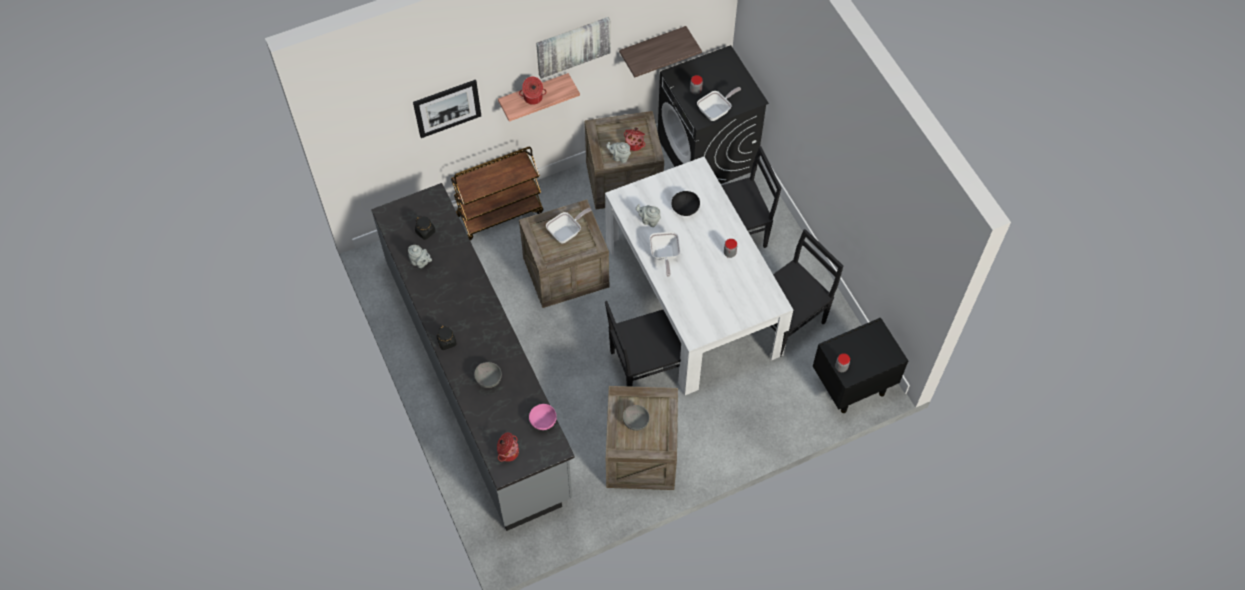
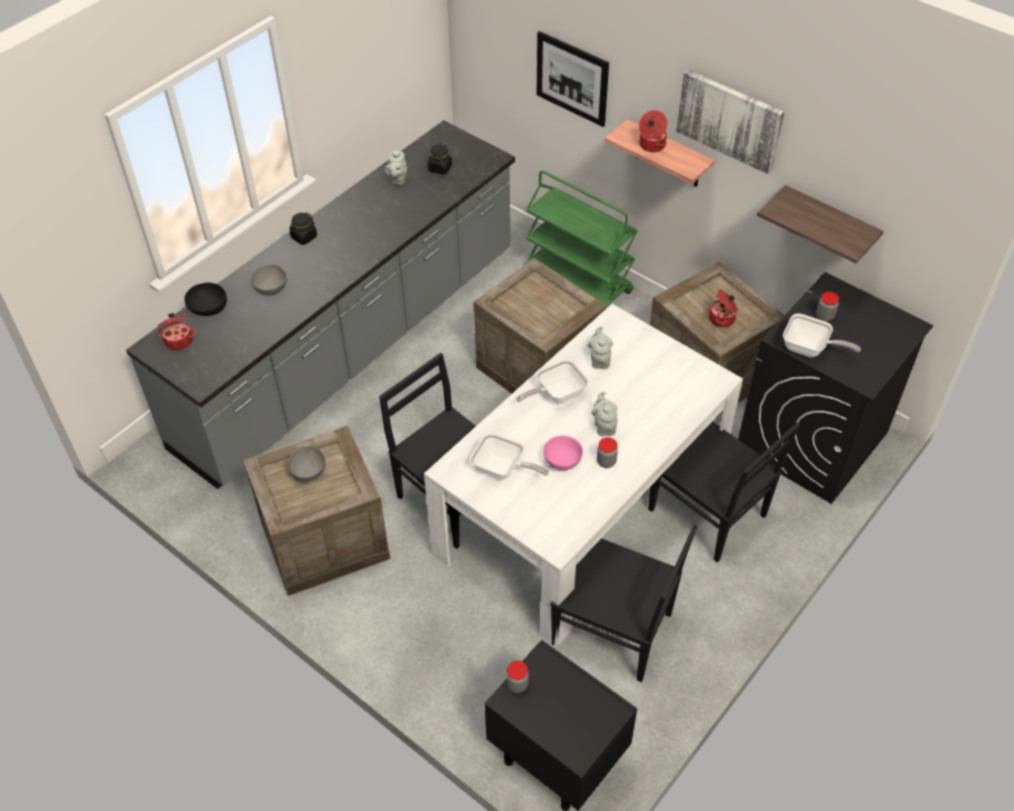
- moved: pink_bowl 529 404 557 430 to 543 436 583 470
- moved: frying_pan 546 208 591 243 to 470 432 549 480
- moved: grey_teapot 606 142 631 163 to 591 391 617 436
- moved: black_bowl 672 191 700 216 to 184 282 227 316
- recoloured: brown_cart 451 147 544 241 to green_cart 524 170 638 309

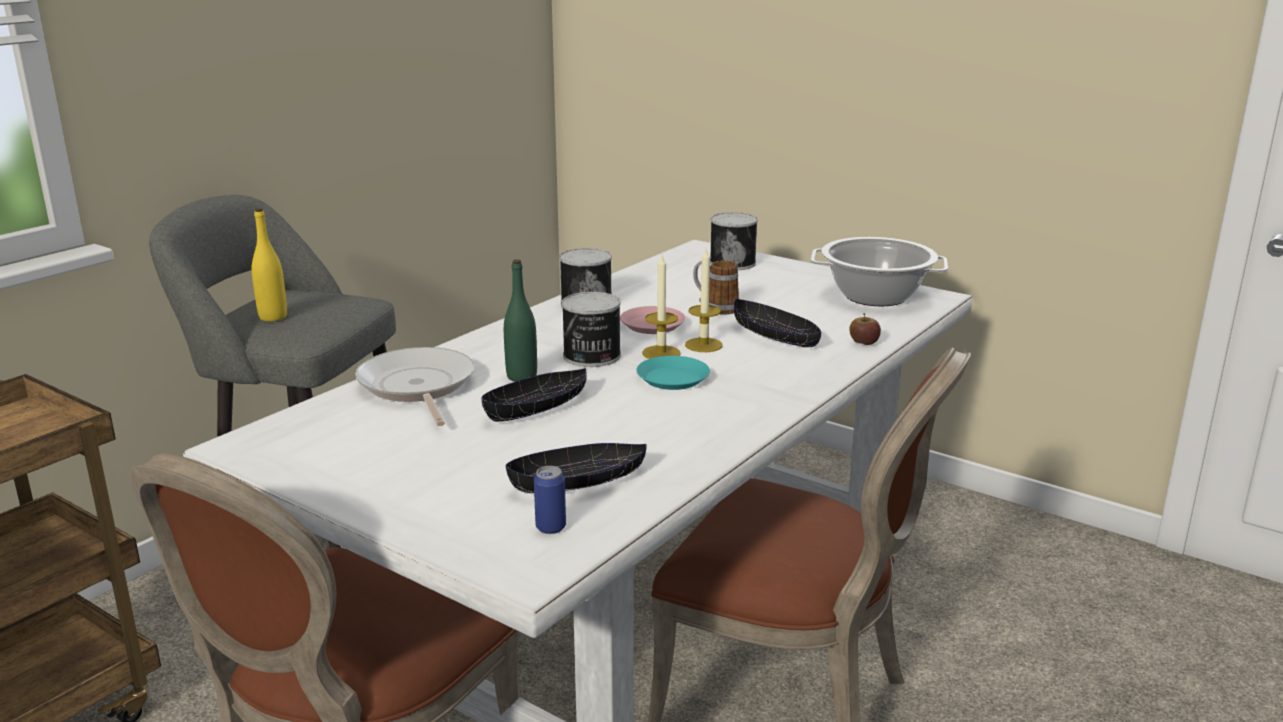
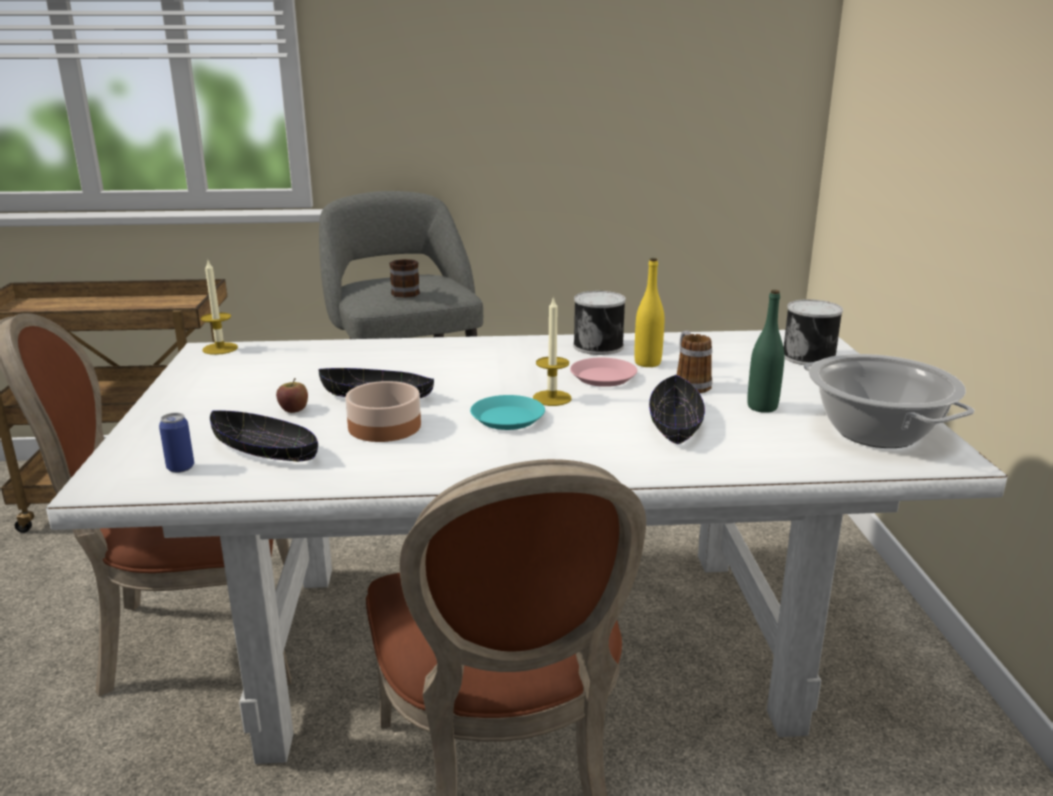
- removed: frying_pan 355 347 474 426
- removed: can 562 292 621 367
- added: bowl 345 381 421 442
- added: mug 389 259 420 298
- moved: yellow_bottle 251 208 287 321 to 634 258 664 367
- moved: green_bottle 504 259 537 382 to 748 290 785 413
- moved: candle 685 249 723 352 to 200 261 238 355
- moved: apple 849 313 881 345 to 276 378 308 413

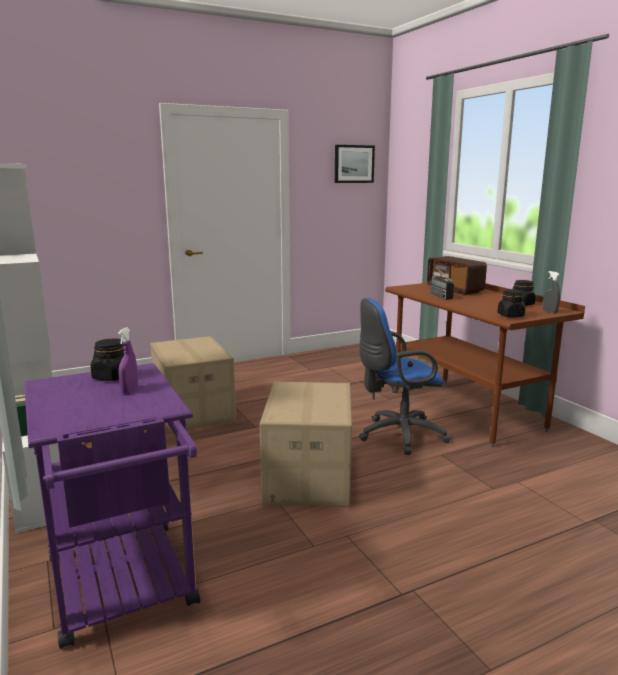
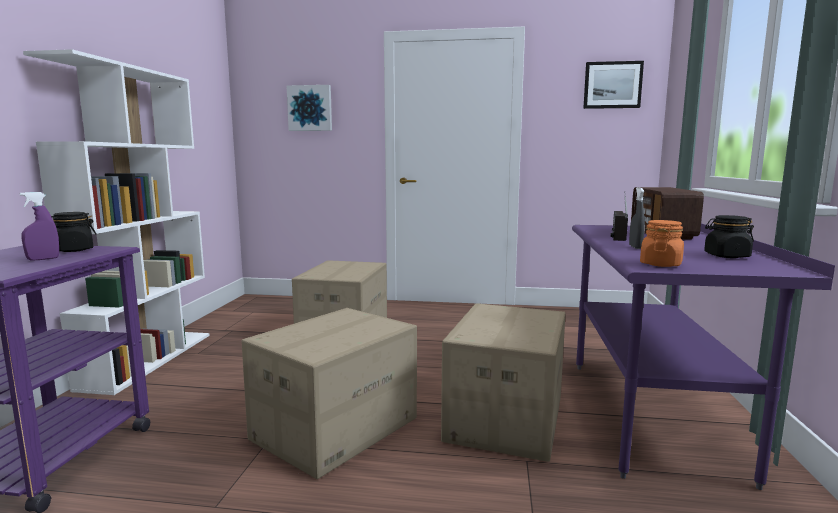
- added: picture 287 85 332 131
- moved: grey_spray_bottle 543 271 560 313 to 629 187 645 249
- replaced: blue_office_chair 359 298 451 455 to cardboard_box 441 303 566 462
- recoloured: brown_desk 385 283 585 447 to purple_desk 572 223 835 490
- recoloured: black_jar 498 289 526 318 to orange_jar 640 220 684 267

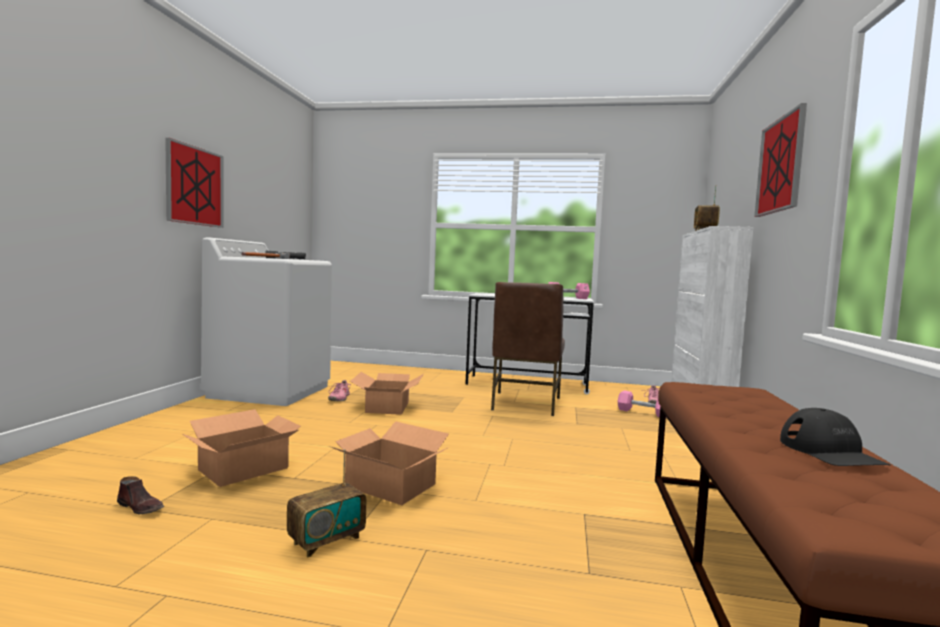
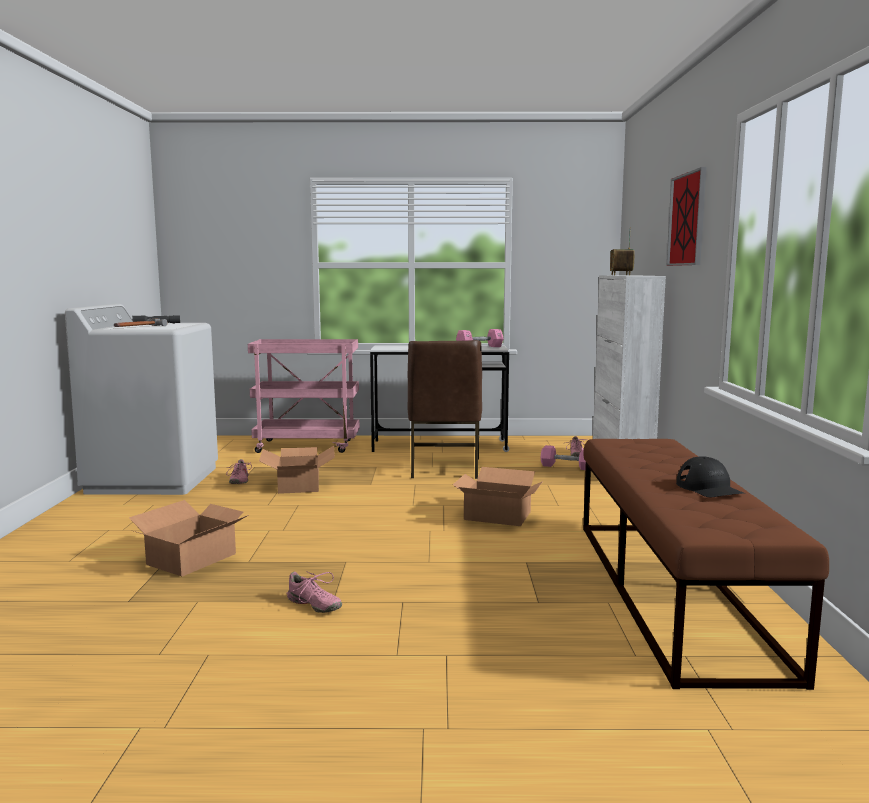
- removed: brown_shoe 117 476 164 514
- removed: picture 165 138 224 228
- added: pink_cart 248 339 360 453
- moved: cardboard_box 329 421 449 505 to 453 467 543 526
- replaced: radio 287 449 366 558 to pink_shoe 286 571 342 613

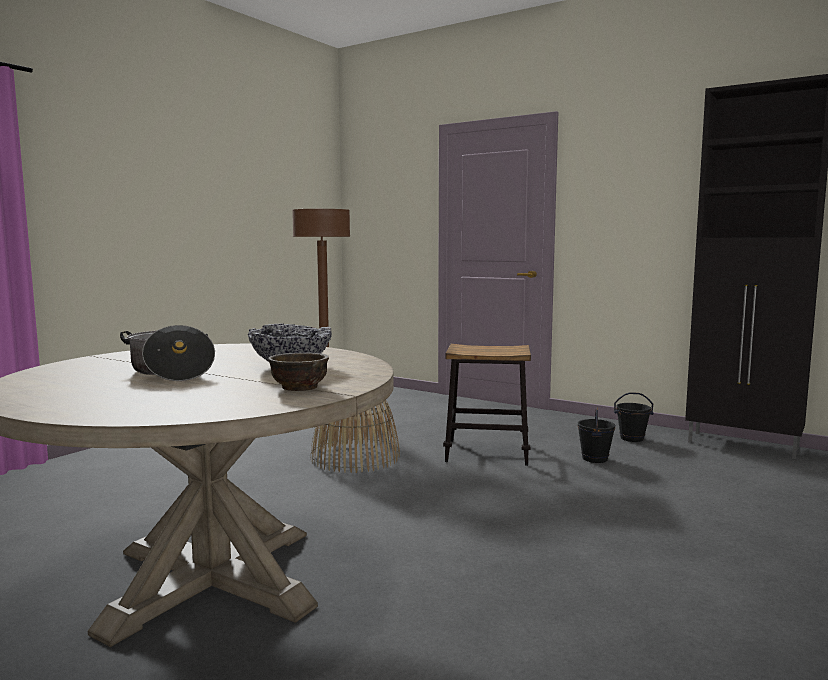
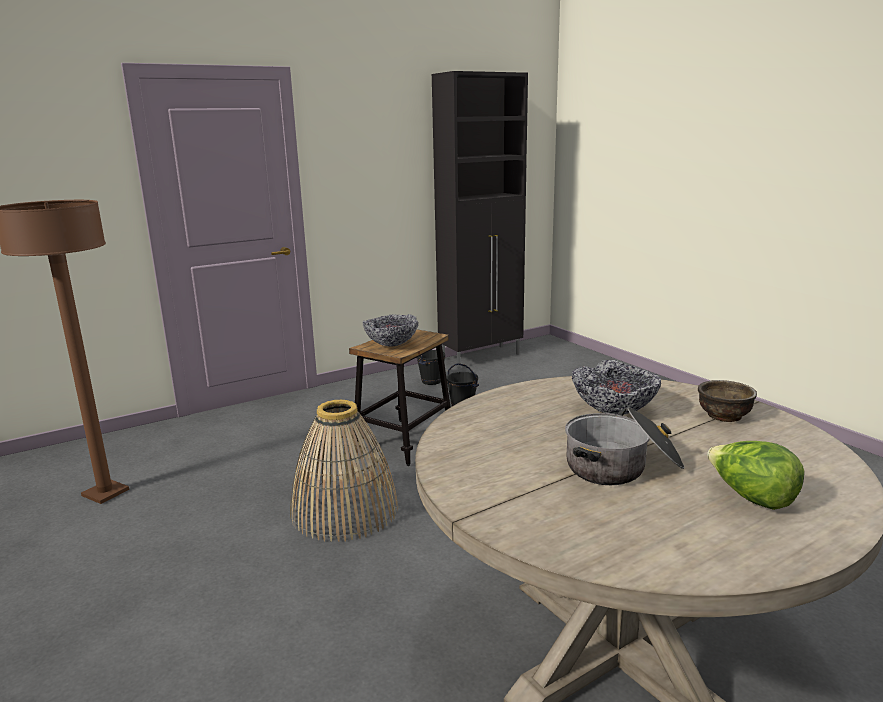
- added: bowl 363 314 419 346
- added: lettuce 707 441 804 510

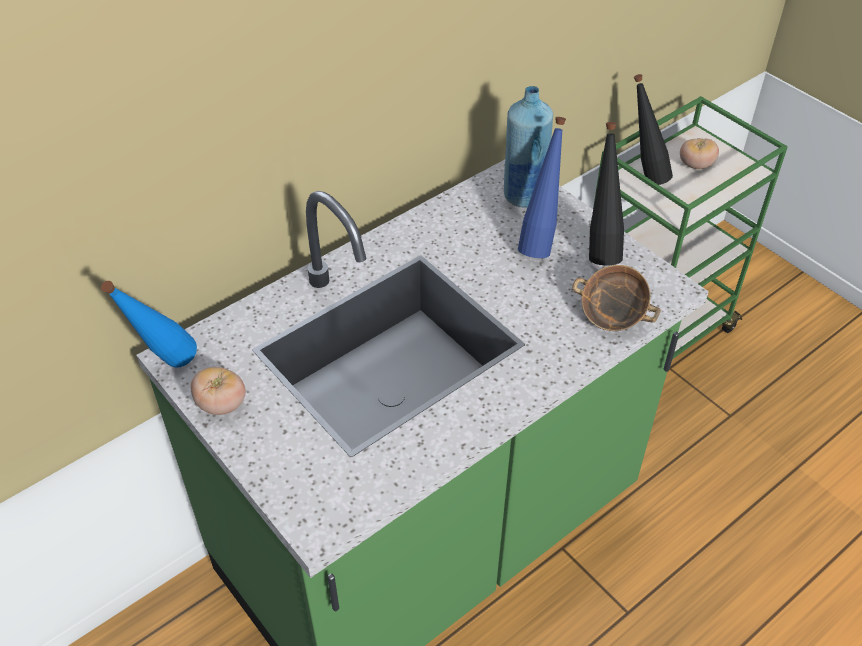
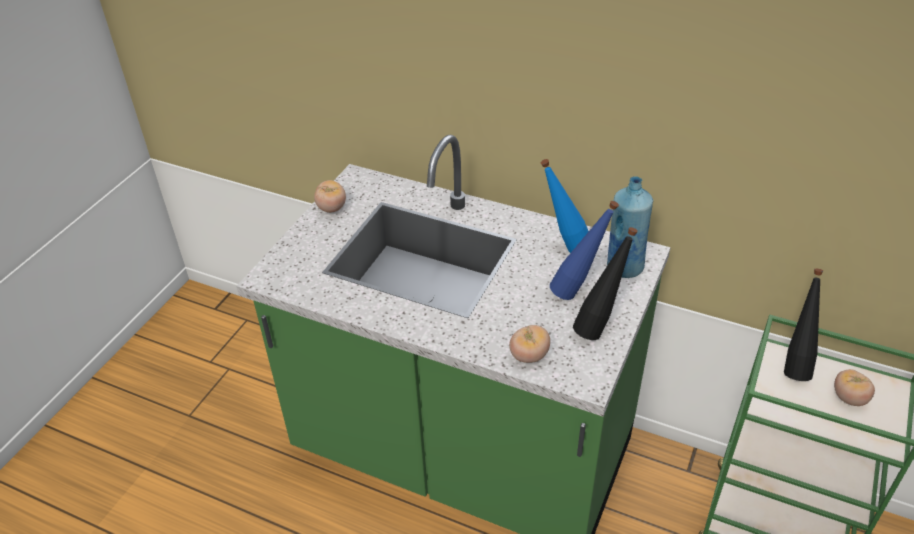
- moved: blue_bottle 101 281 197 367 to 541 159 589 253
- replaced: bowl 572 265 661 331 to tomato 509 325 550 363

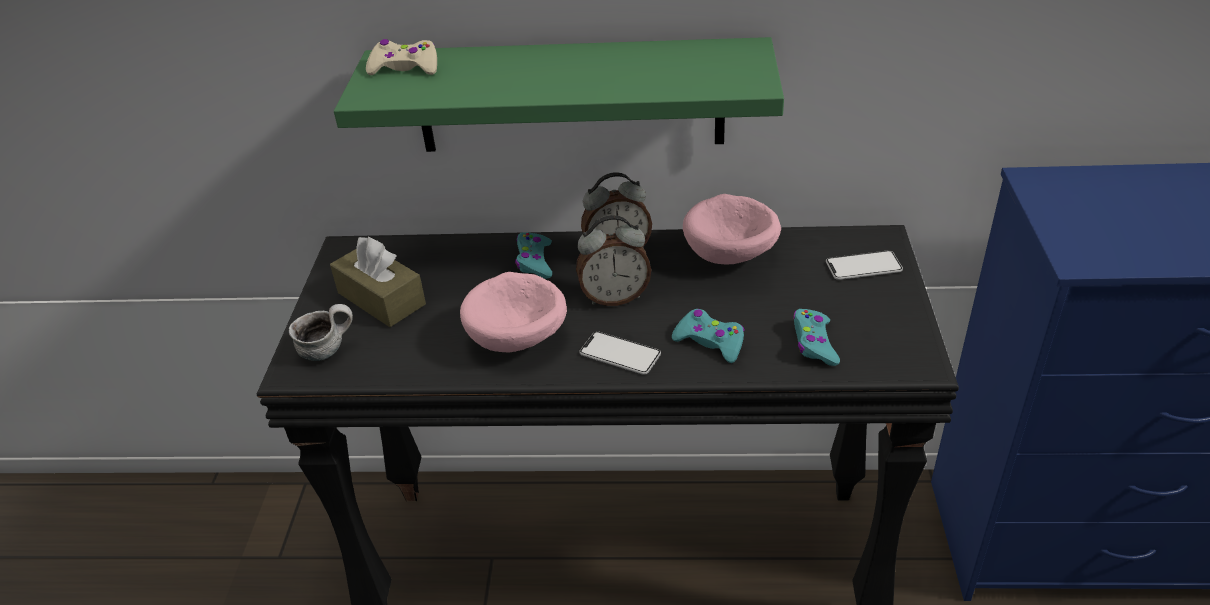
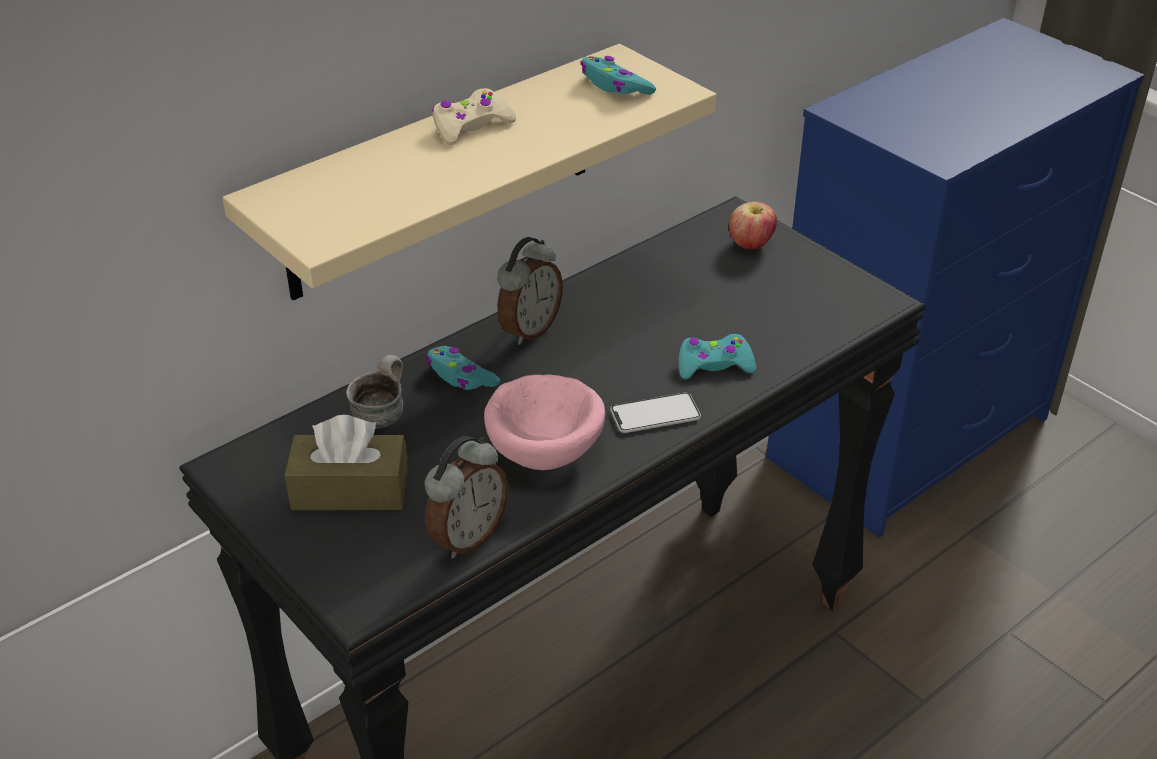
- removed: pink_bowl 683 194 781 264
- moved: mug 289 304 353 361 to 346 355 403 429
- moved: beige_game_controller 366 39 437 75 to 432 88 516 145
- moved: alarm_clock 576 215 651 306 to 425 436 508 559
- moved: turquoise_game_controller 793 309 840 366 to 580 56 656 95
- replaced: phone 826 250 903 280 to apple 729 202 777 249
- recoloured: green_shelf 334 37 784 152 to beige_shelf 222 44 716 301

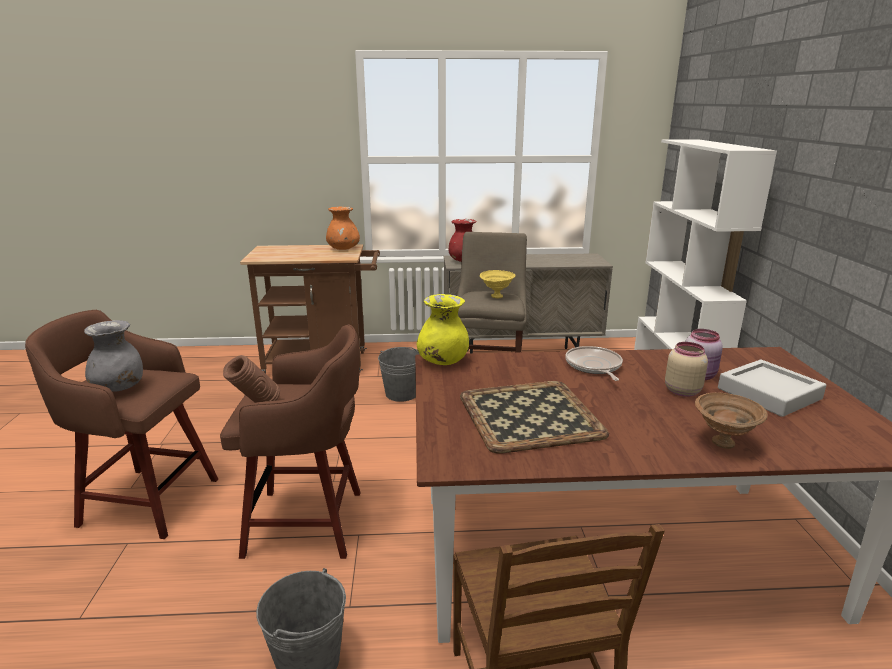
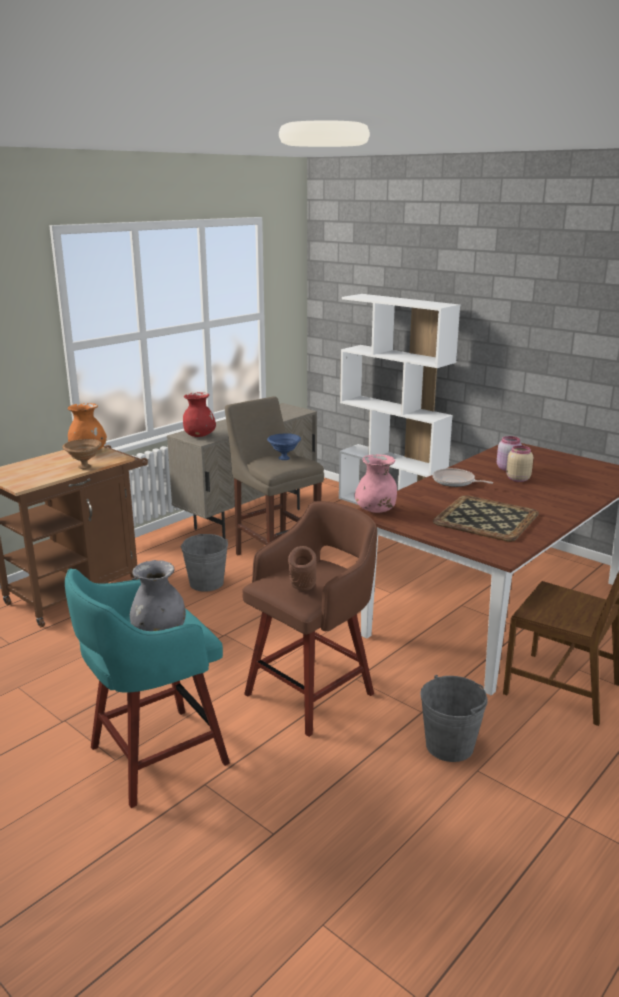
- removed: grey_tray 718 359 826 417
- moved: brown_bowl 695 392 768 449 to 62 439 102 469
- recoloured: brown_stool 25 310 218 539 to turquoise_stool 65 569 230 808
- recoloured: yellow_vase 417 294 469 365 to pink_vase 354 454 397 513
- recoloured: yellow_bowl 480 270 516 298 to blue_bowl 267 433 301 460

